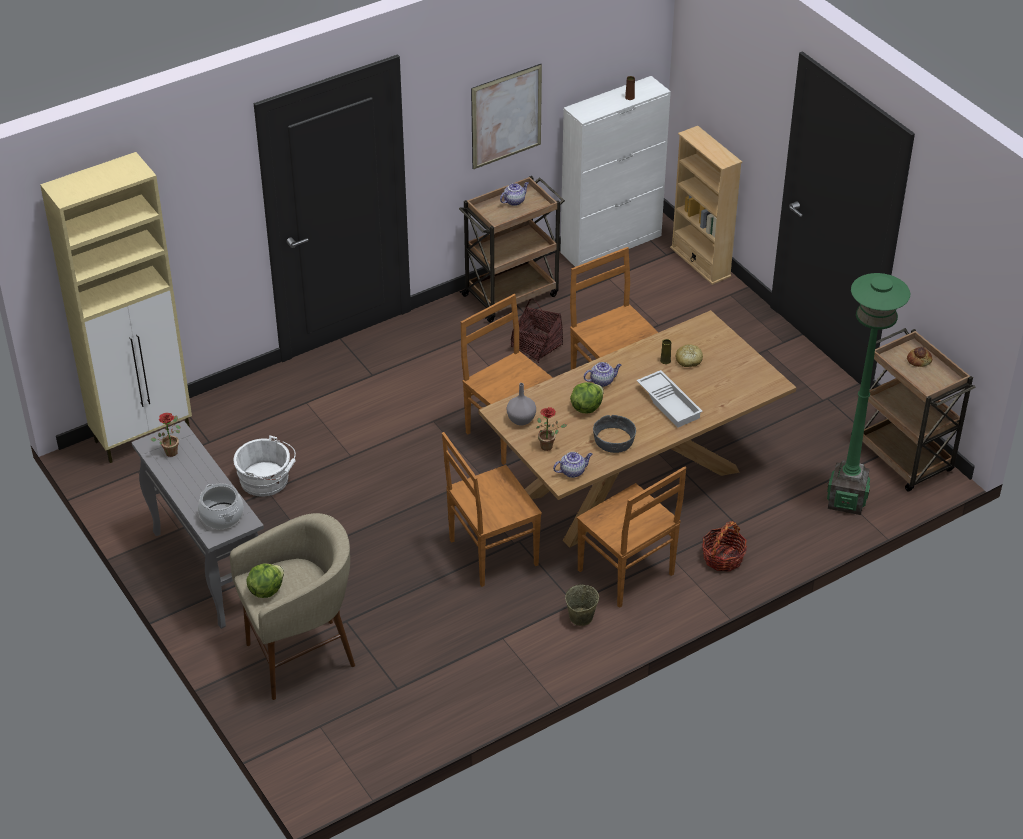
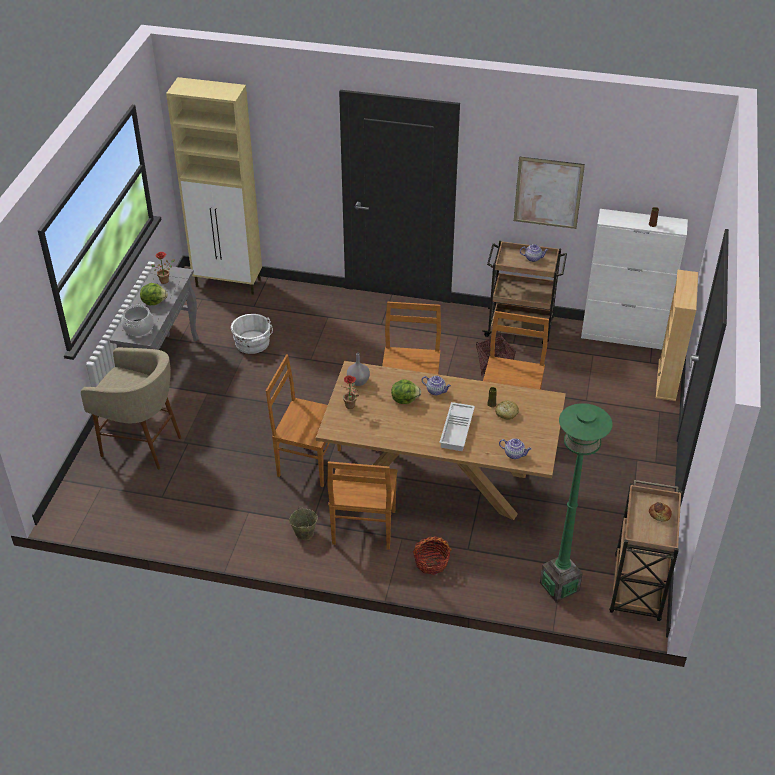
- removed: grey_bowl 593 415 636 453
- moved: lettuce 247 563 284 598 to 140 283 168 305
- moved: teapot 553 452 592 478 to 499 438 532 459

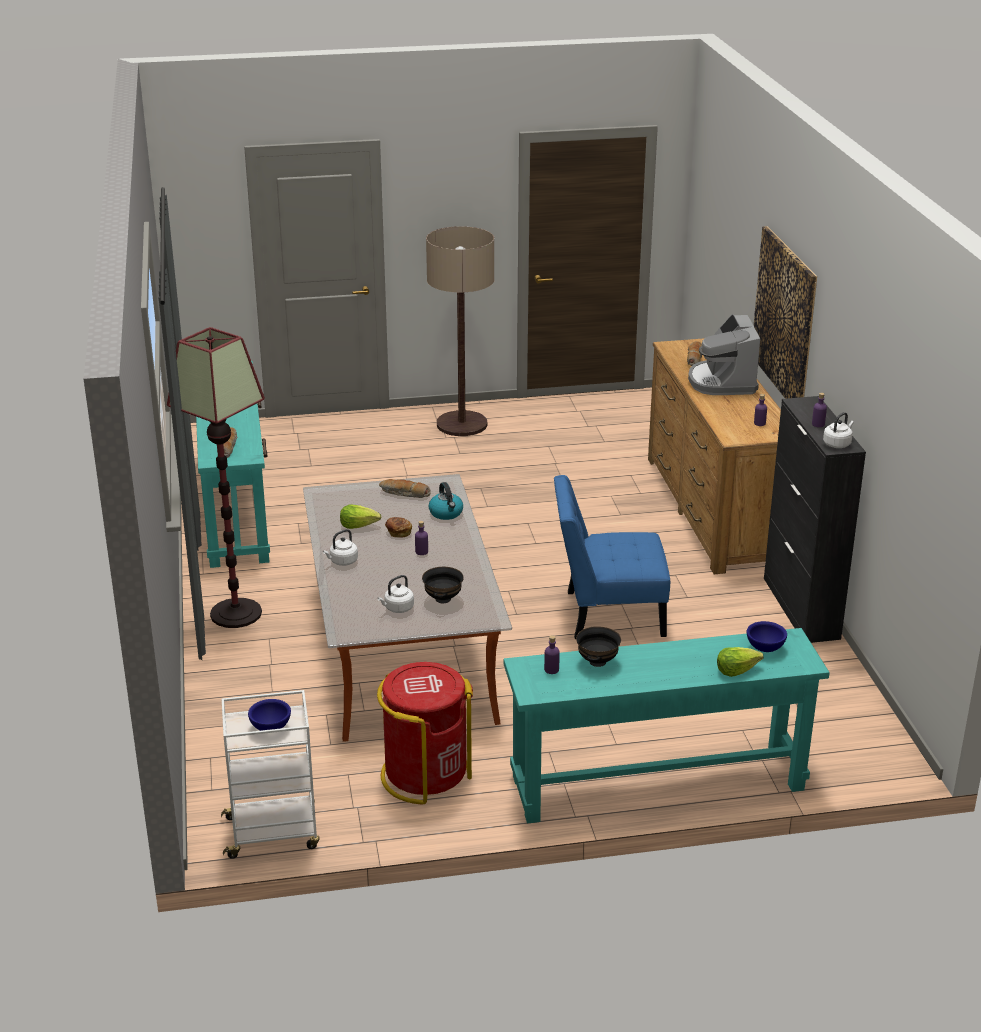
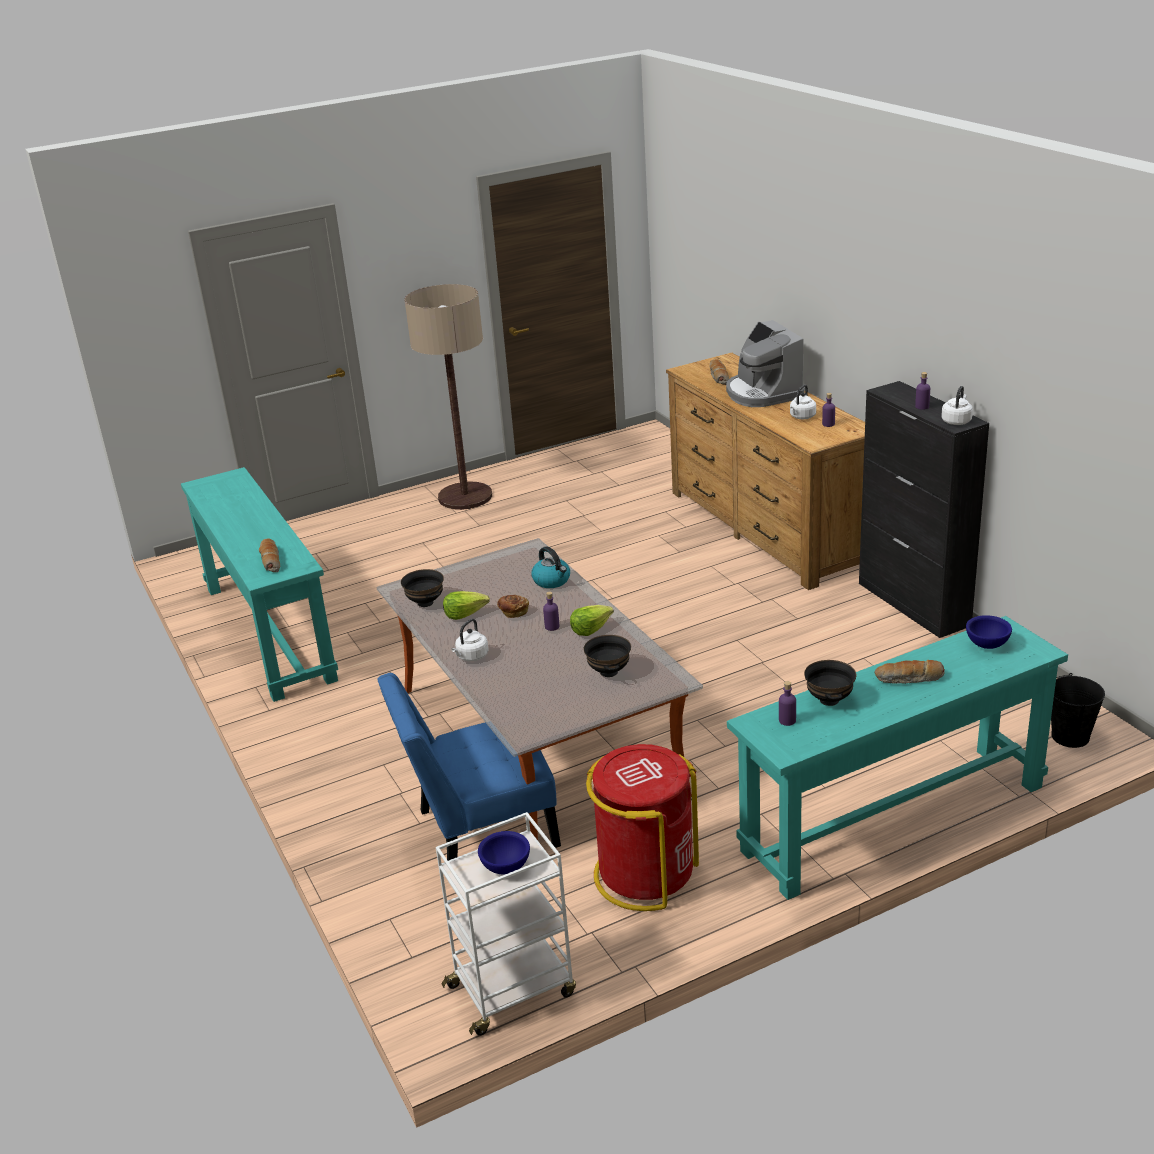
- removed: floor_lamp 167 327 265 628
- removed: picture 754 226 817 399
- added: black_bowl 401 569 444 607
- added: black_bucket 1051 673 1105 748
- moved: white_kettle 378 575 414 613 to 790 385 816 419
- moved: bread 379 479 431 498 to 874 660 945 684
- moved: blue_chair 554 475 670 639 to 377 673 561 861
- moved: lettuce 717 647 764 677 to 570 605 614 636

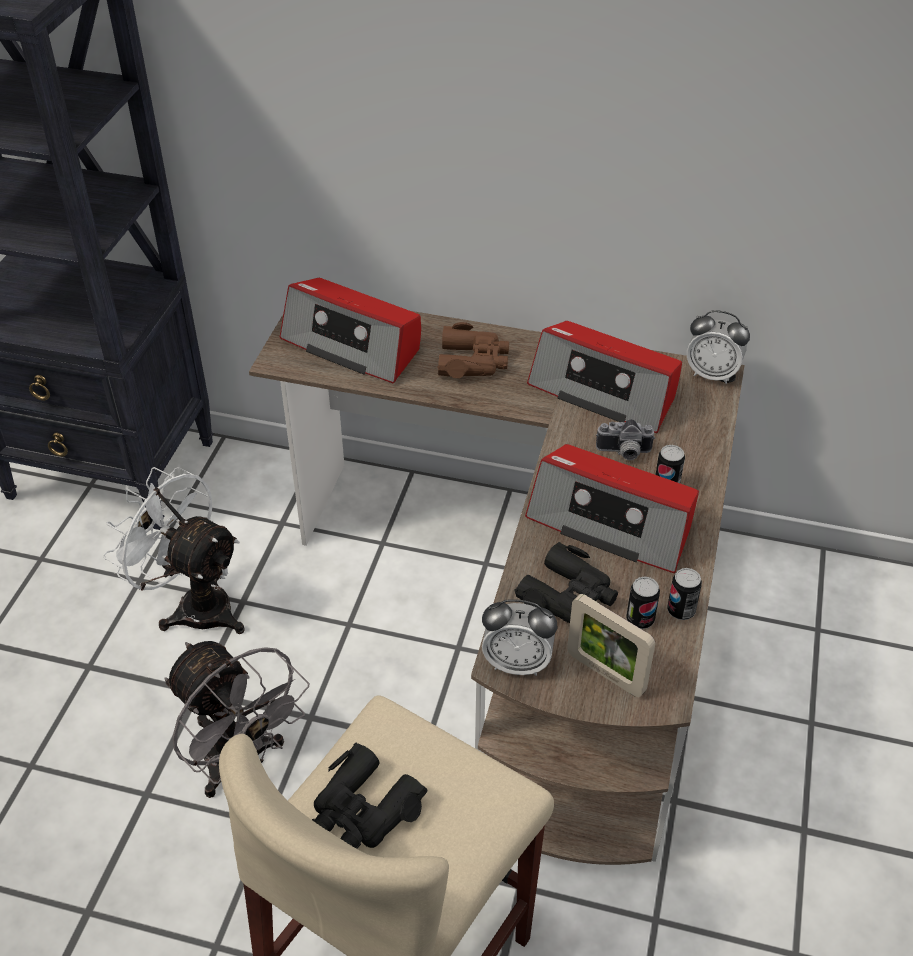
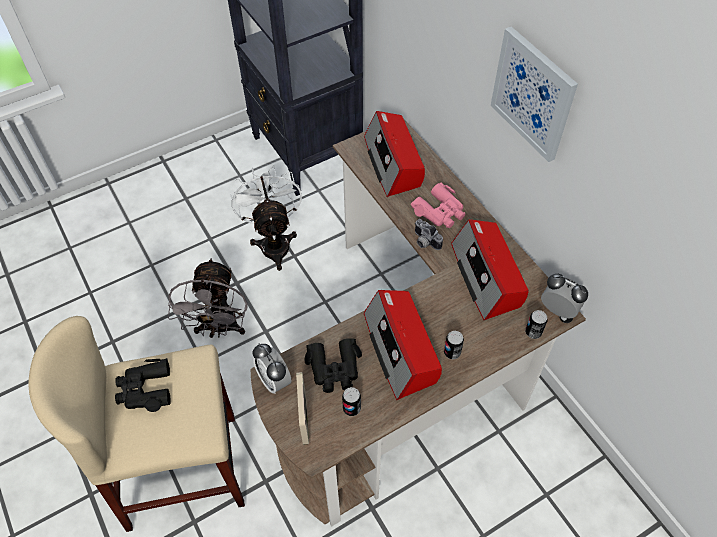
- added: picture 491 27 578 162
- moved: photo_camera 596 419 655 460 to 415 219 443 250
- moved: can 667 568 702 620 to 525 310 547 339
- recoloured: brown_binoculars 437 322 509 378 to pink_binoculars 411 182 466 228
- turned: alarm_clock 687 310 750 384 = 541 274 588 318 150 degrees clockwise

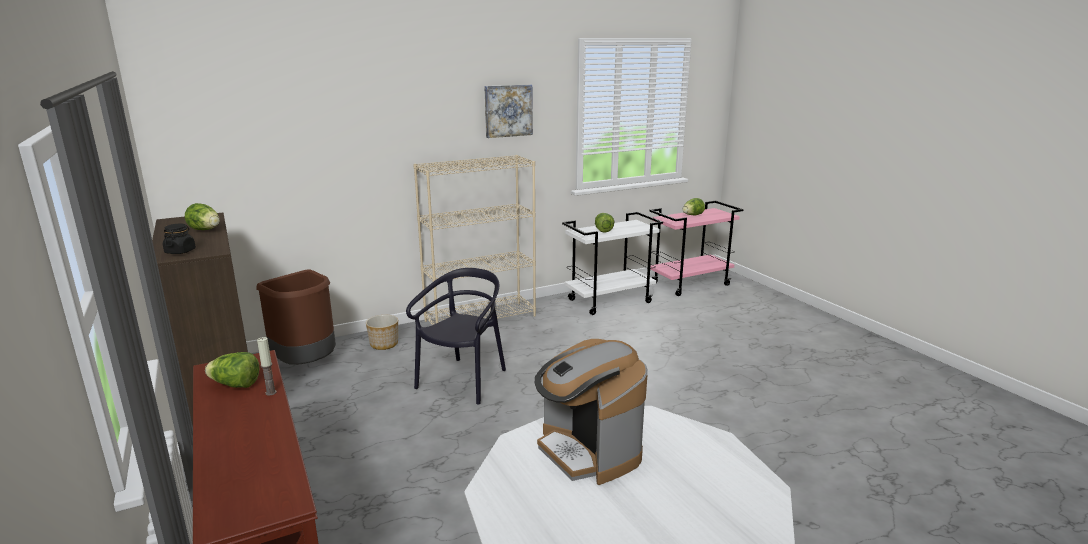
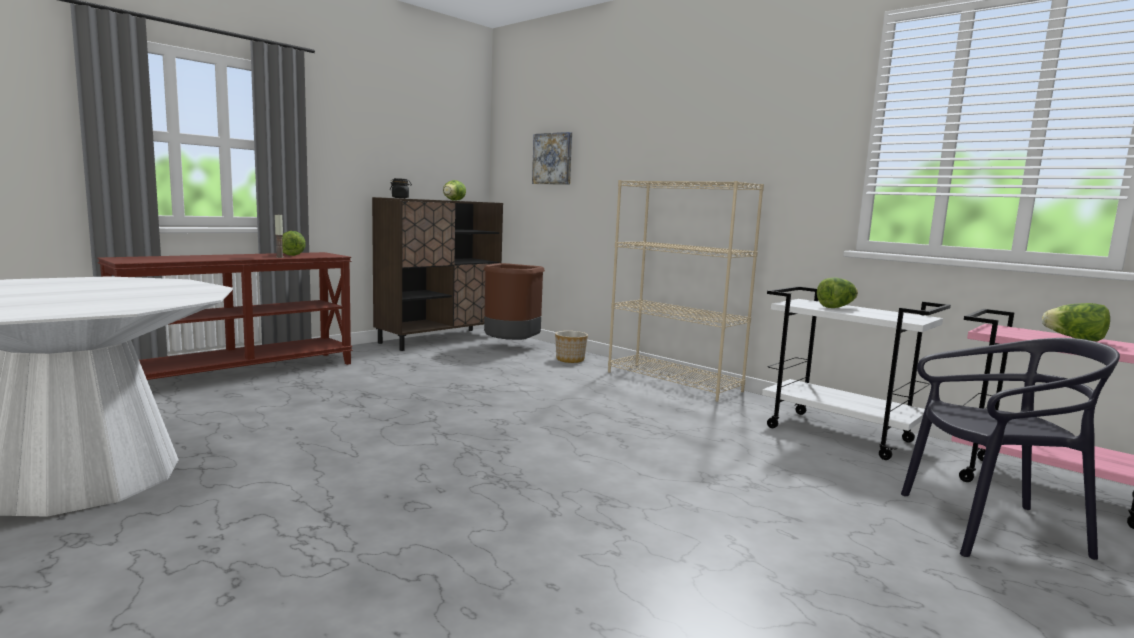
- removed: coffee_machine 535 339 648 485
- moved: black_chair 406 268 506 405 to 901 338 1120 560
- moved: picture 484 85 533 138 to 532 132 572 185

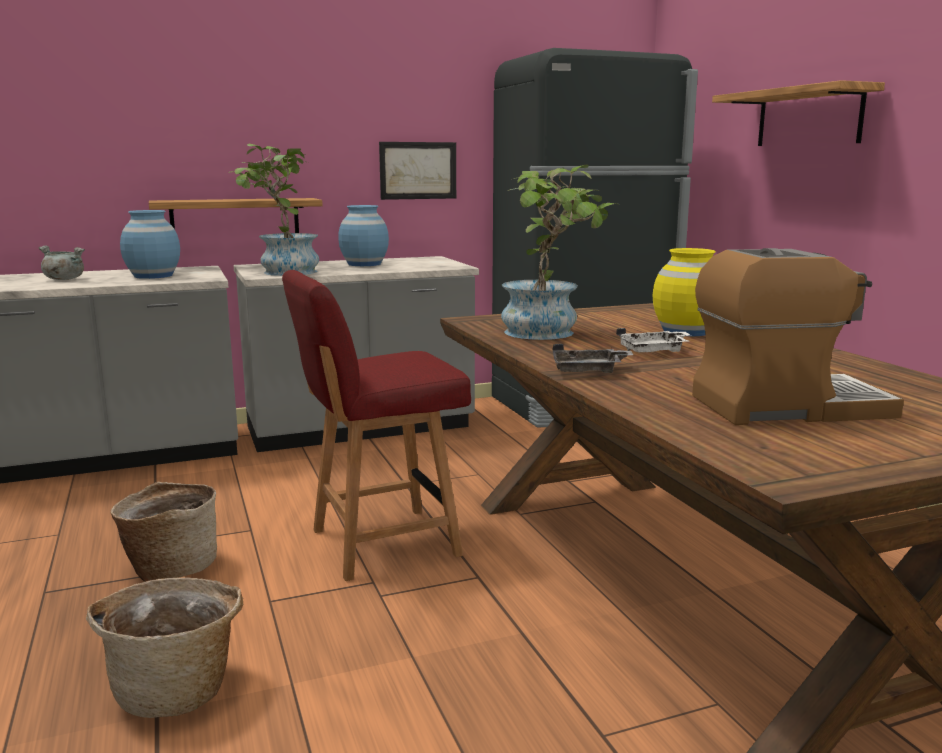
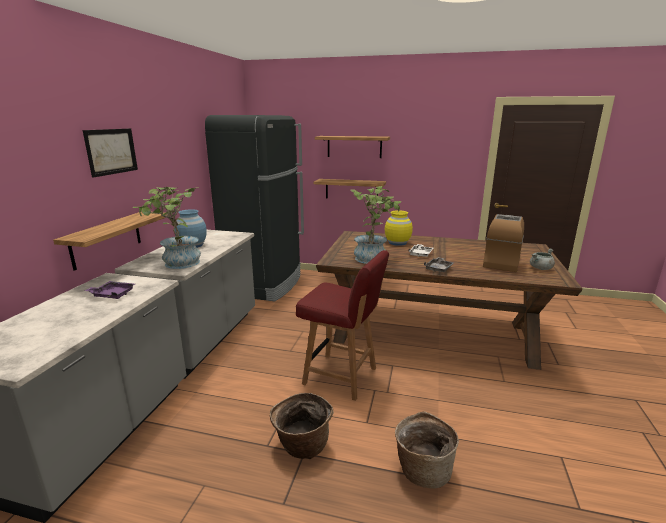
- added: shelf 314 179 386 199
- moved: grey_cooking_pot 39 245 85 280 to 530 249 555 270
- moved: picture 379 142 456 200 to 83 128 138 178
- replaced: blue_vase 120 210 180 279 to purple_tray 85 281 135 299
- turned: red_chair 282 270 471 581 = 296 250 389 401 75 degrees counterclockwise

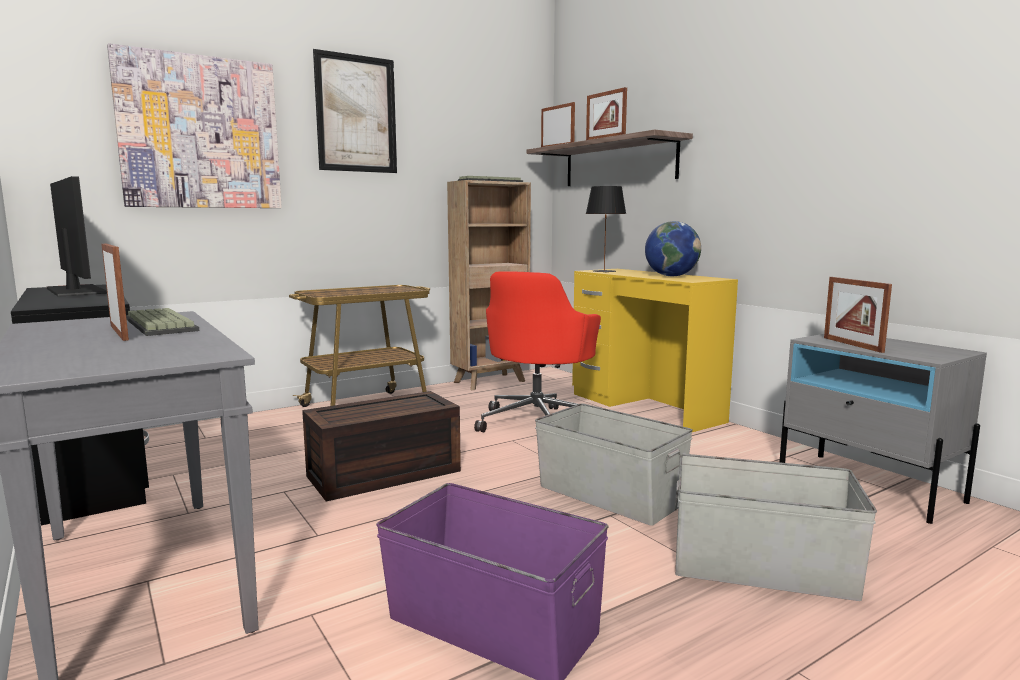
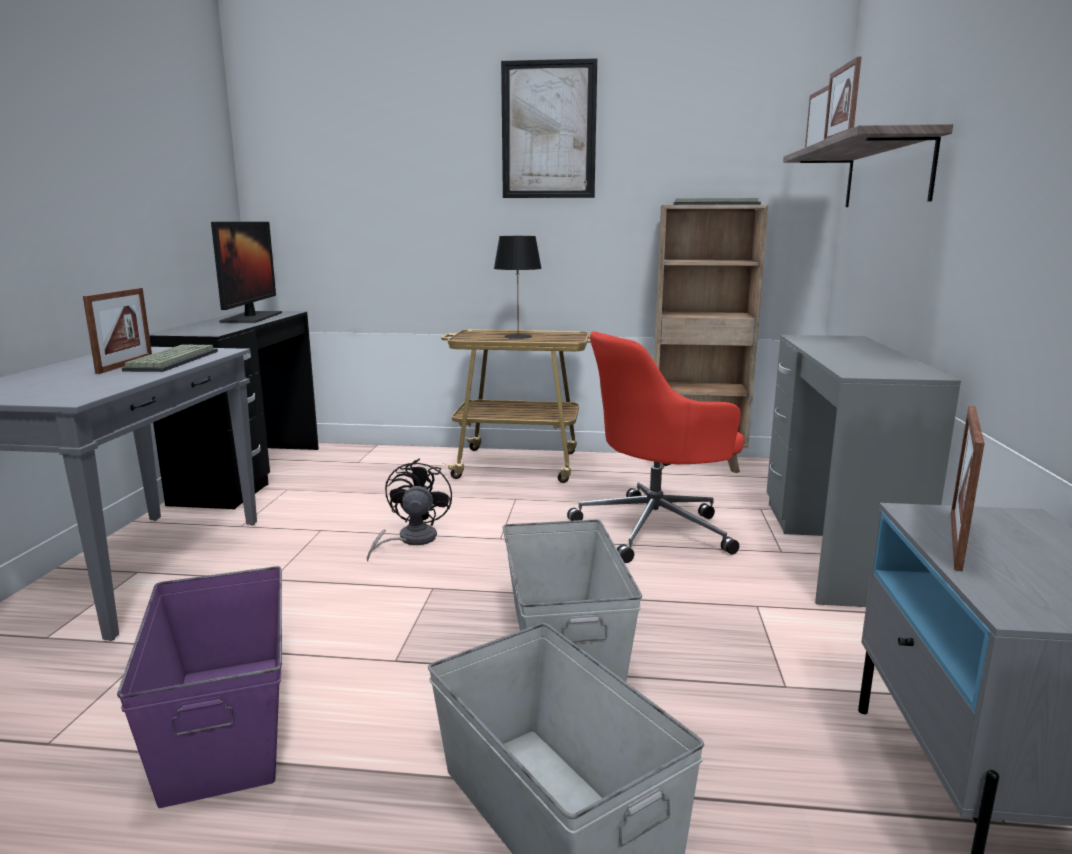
- removed: picture 107 43 282 208
- removed: globe 645 221 701 276
- moved: black_table_lamp 586 186 626 272 to 494 236 542 339
- replaced: brown_storage_box 302 391 461 502 to black_fan 367 459 452 562
- recoloured: yellow_desk 572 269 738 432 to grey_desk 767 335 961 607

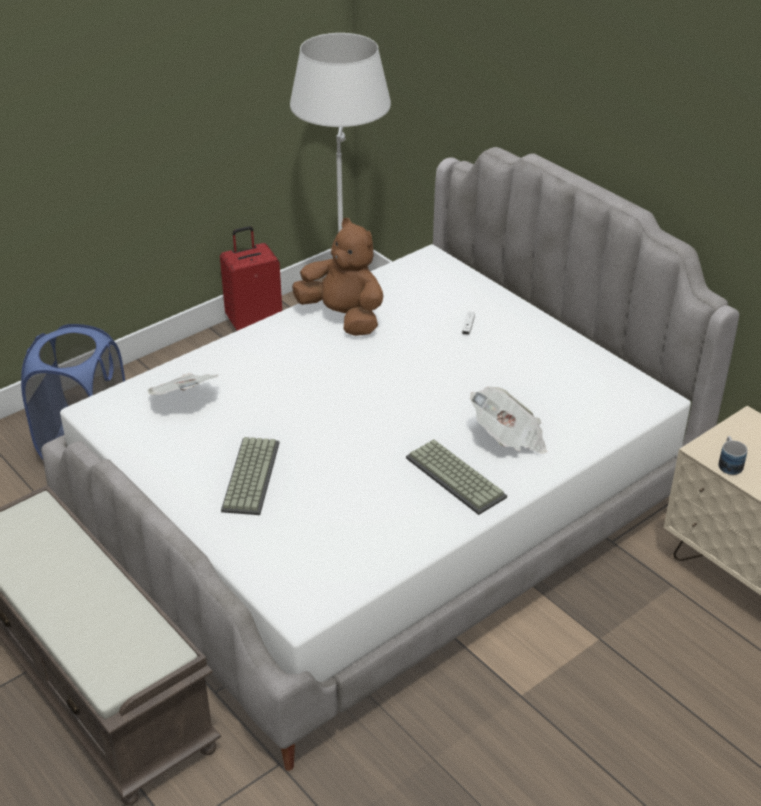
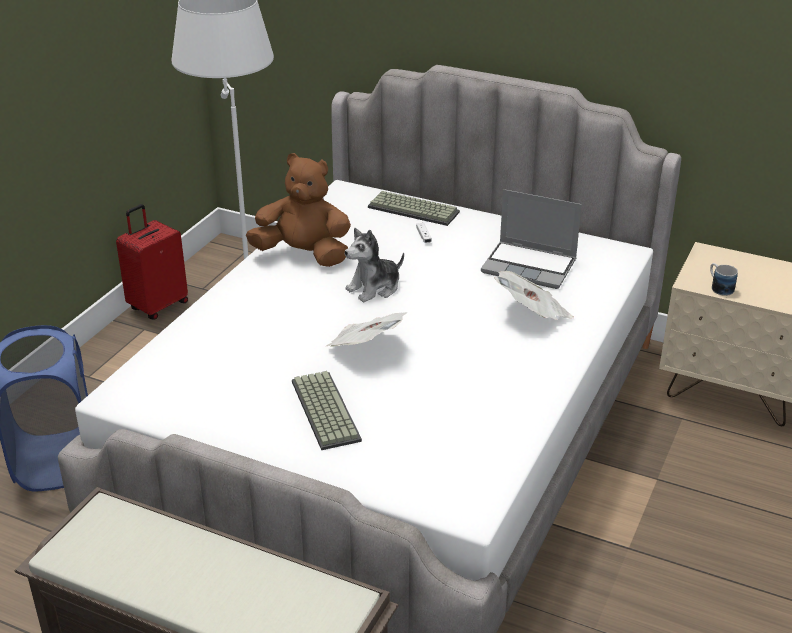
- added: plush_toy 345 228 404 302
- added: laptop 481 189 582 289
- moved: newspaper 147 373 219 395 to 327 312 407 347
- moved: keyboard 406 439 507 515 to 368 191 460 226

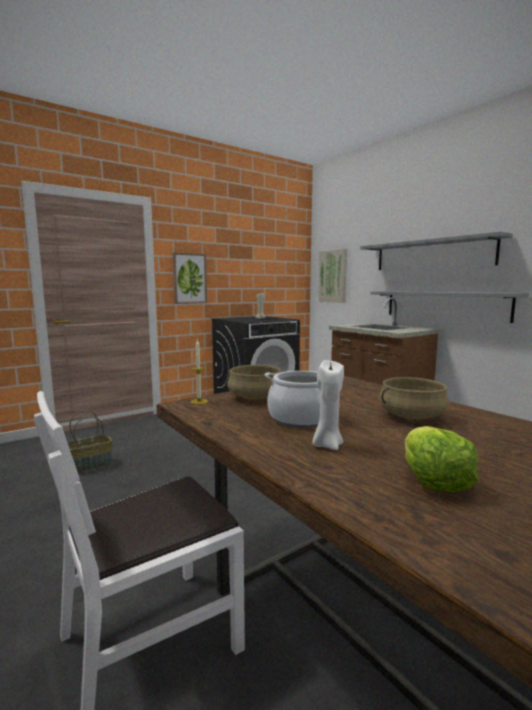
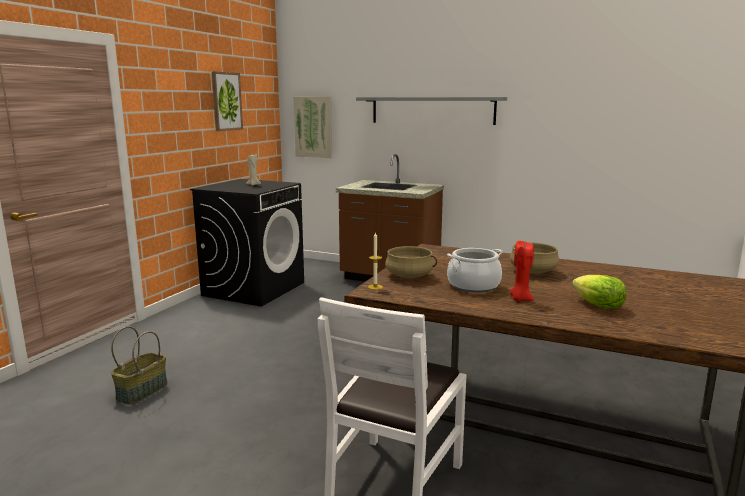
- removed: grey_shelf 370 291 529 323
- moved: picture 173 252 207 304 to 212 71 243 131
- recoloured: white_candle 312 360 344 450 to red_candle 509 241 534 301

